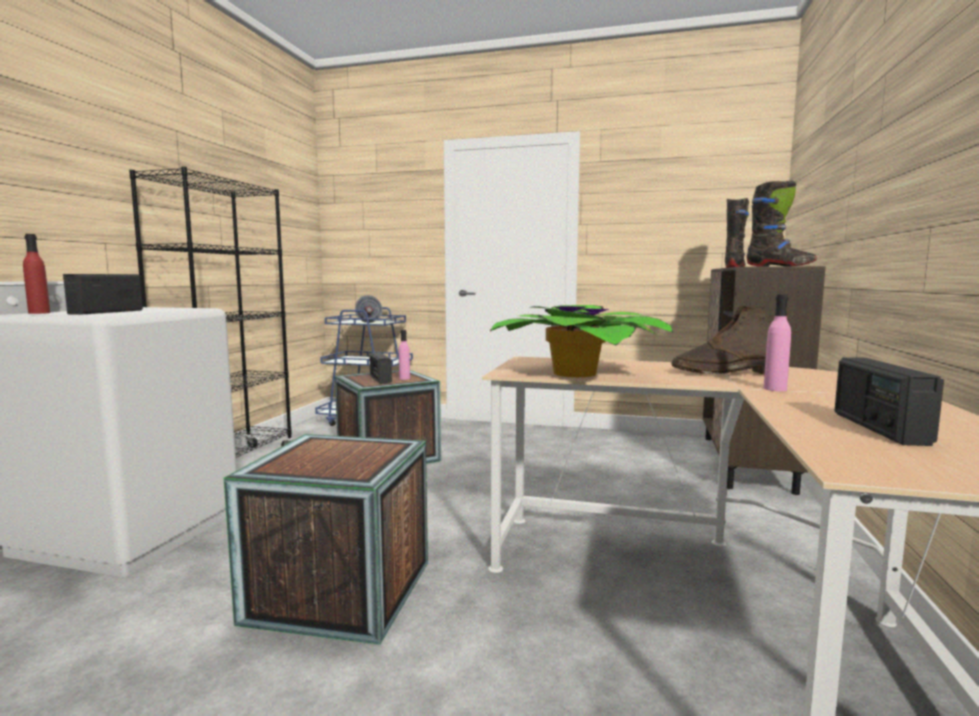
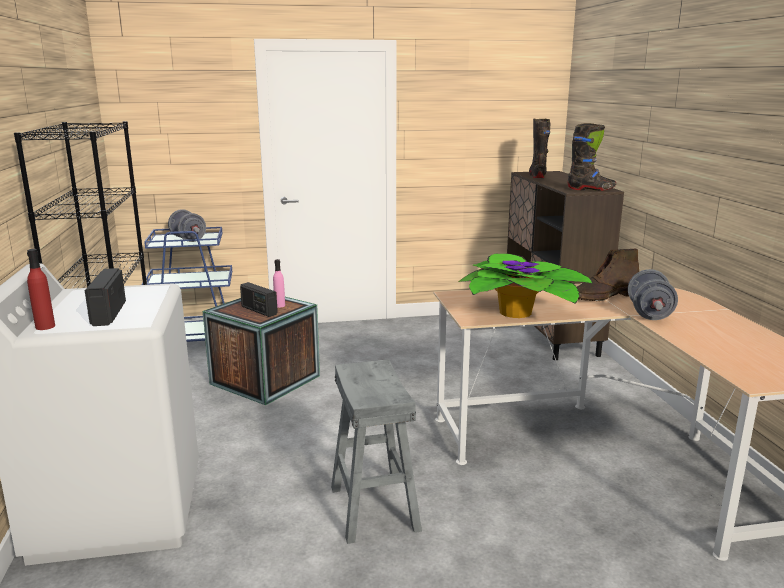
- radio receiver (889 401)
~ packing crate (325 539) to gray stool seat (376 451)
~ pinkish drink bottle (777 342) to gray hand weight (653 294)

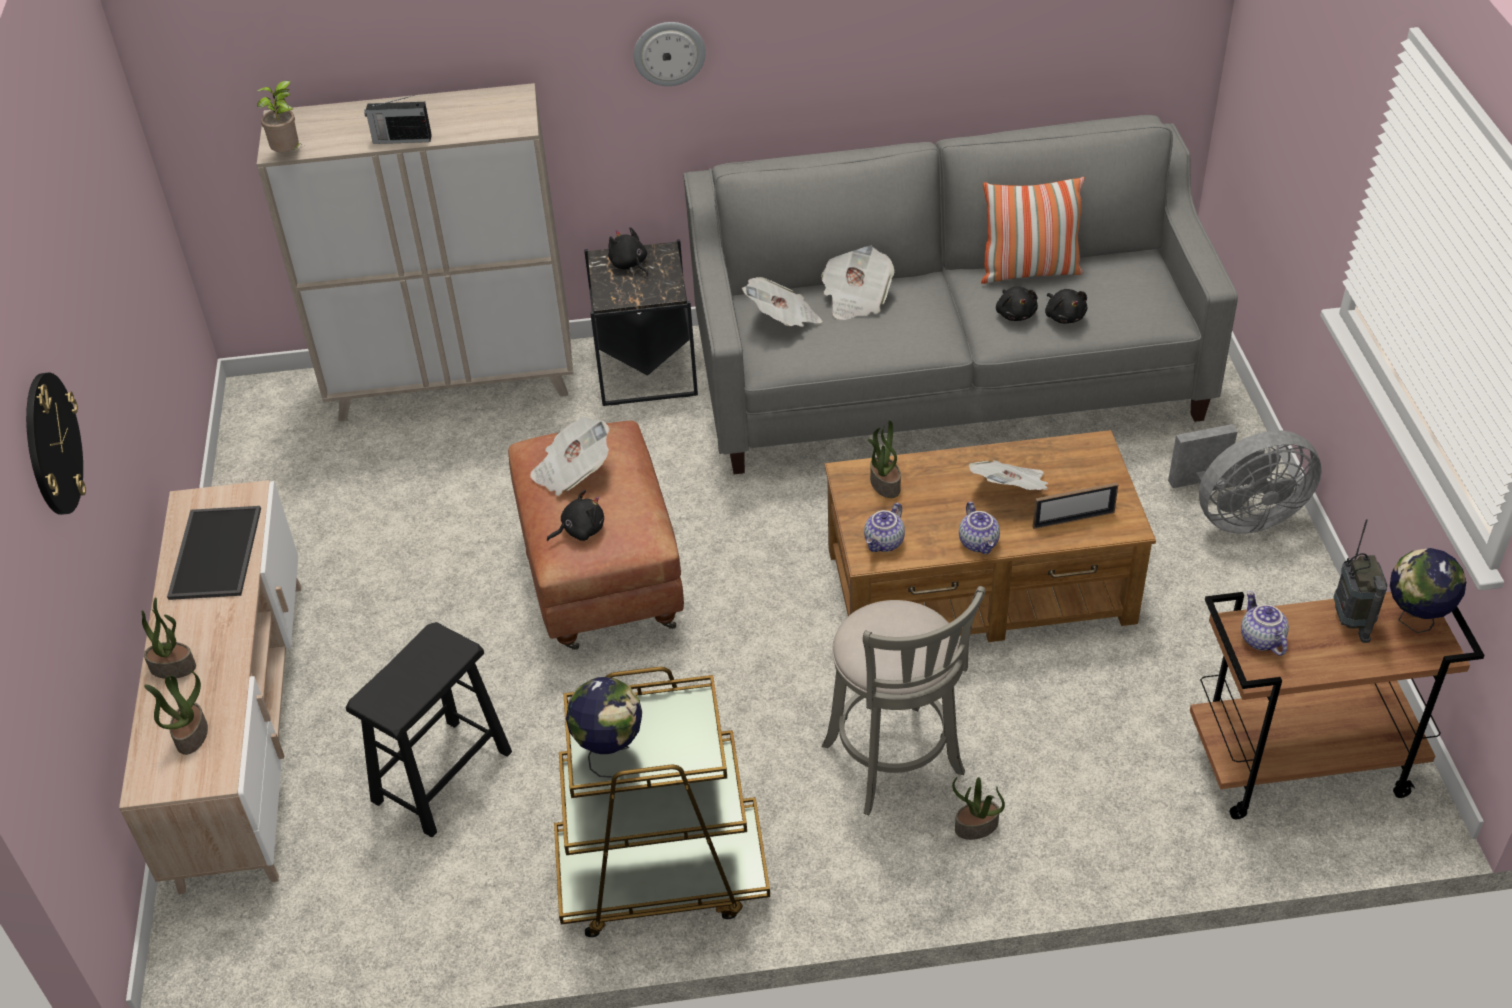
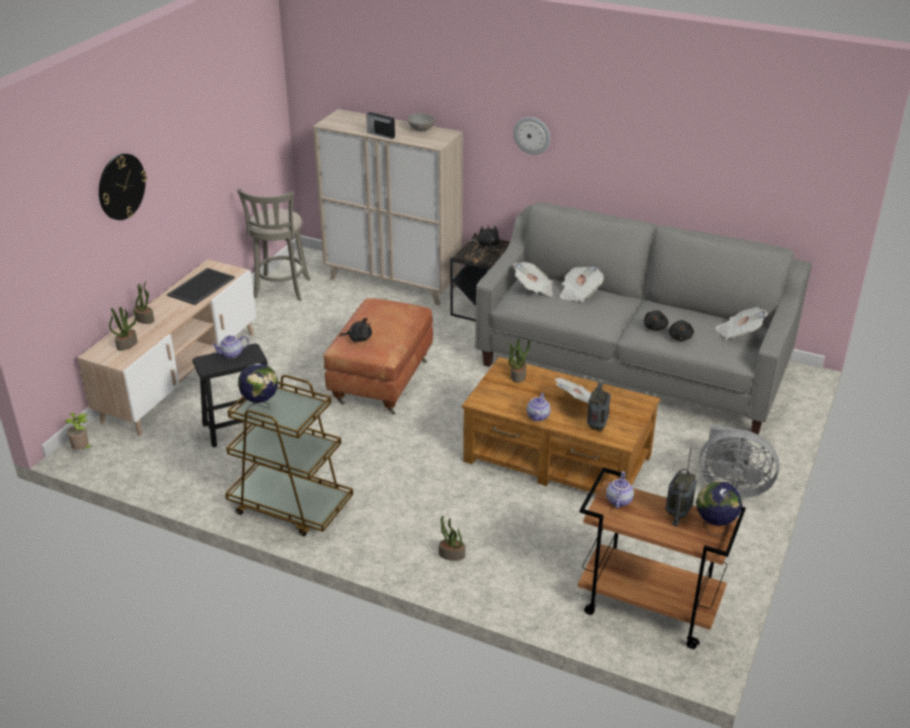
- throw pillow (1033 230)
+ gray deep dish (421 122)
~ potted plant (278 116) to (79 431)
~ daily paper (570 456) to (741 323)
~ gray stool seat (903 700) to (274 244)
~ teapot (884 527) to (230 347)
~ picture frame (1075 506) to radio receiver (599 406)

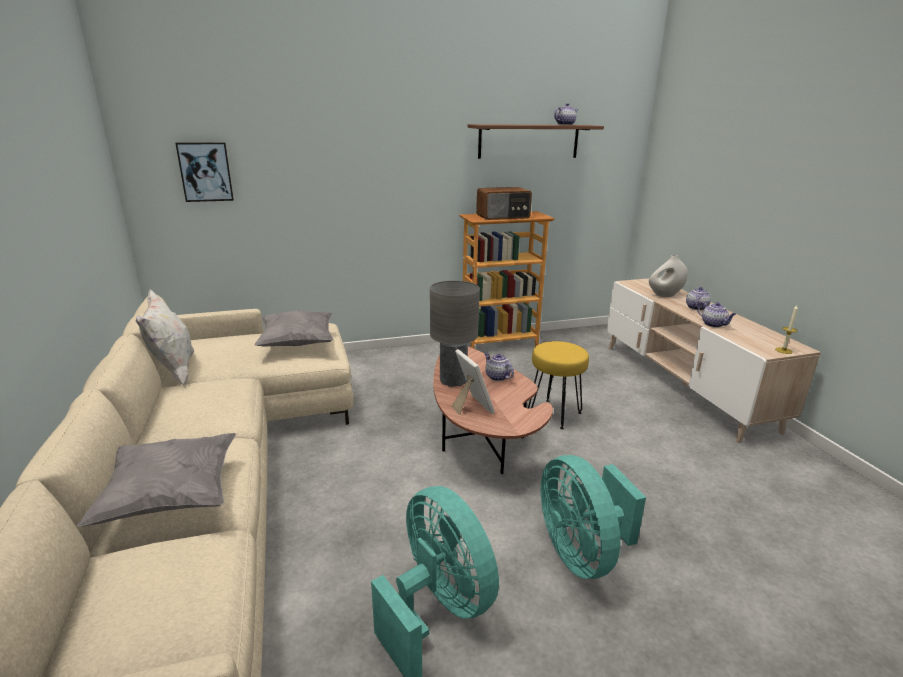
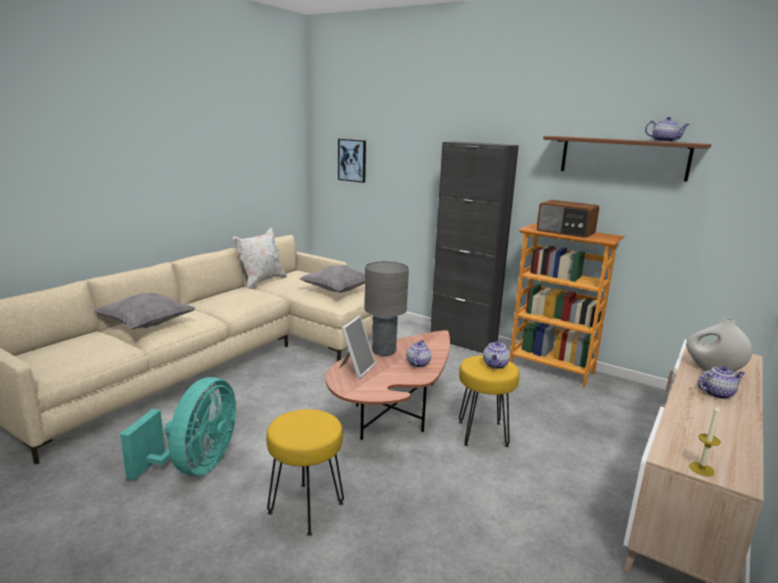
+ black-coloured cabinet (474 247)
~ teapot (717 314) to (496 354)
~ turquoise fan (593 517) to yellow stool seat (305 472)

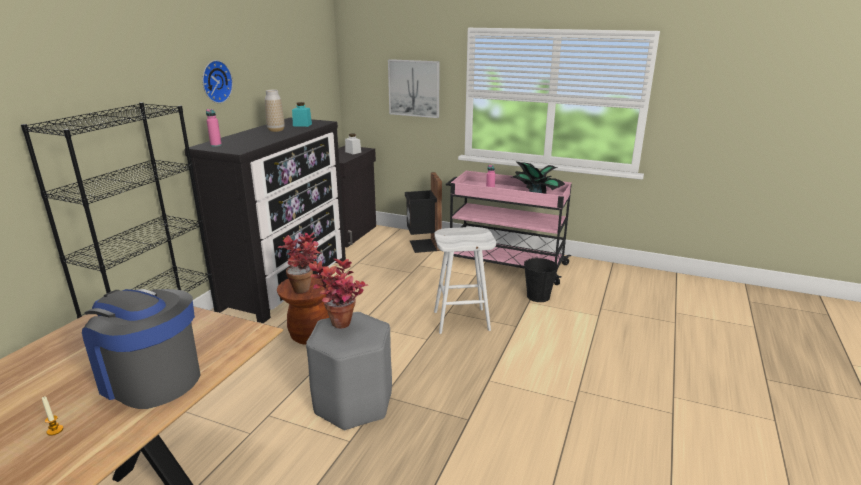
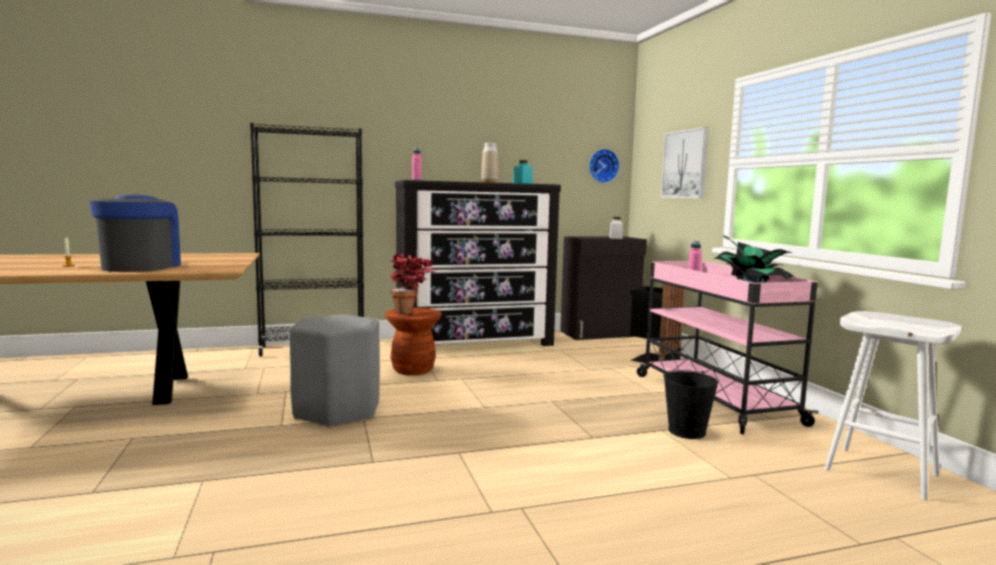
- potted plant (338 293)
~ clock on the wall (217 81) to (604 166)
~ whitish stool seat (465 280) to (893 405)

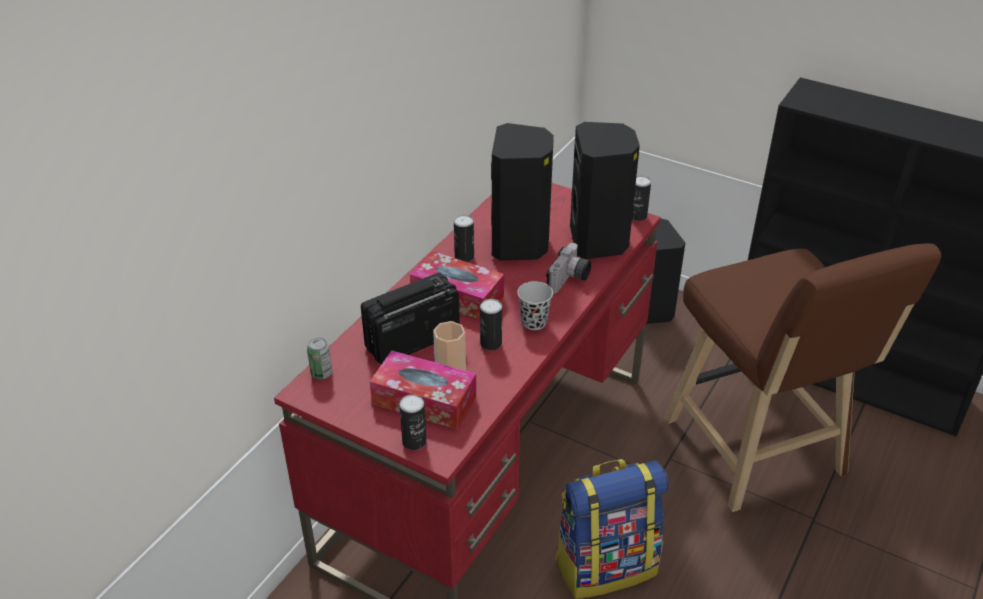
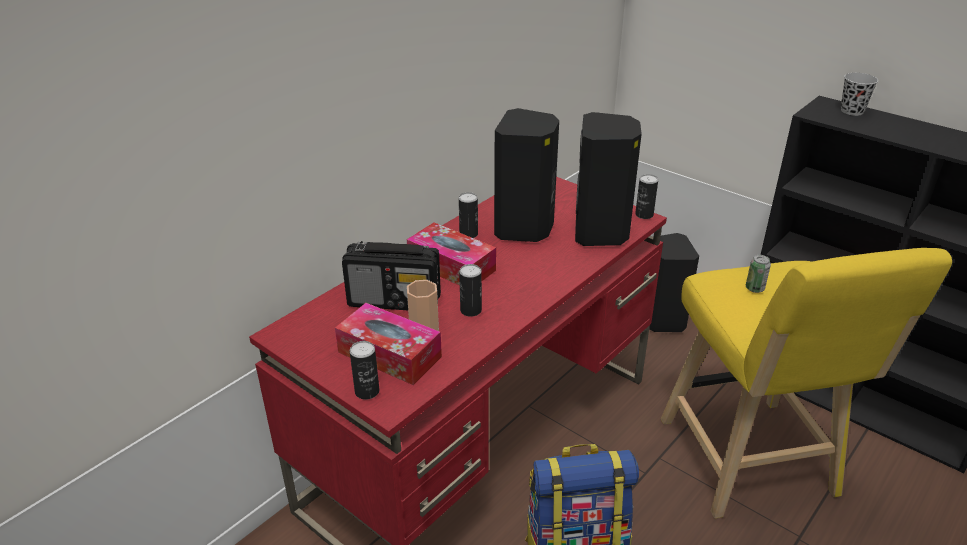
- still camera (568 268)
~ can (319 358) to (758 274)
~ black-coloured cup (535 305) to (859 94)
~ brown stool seat (803 377) to yellow stool seat (806 383)
~ radio receiver (410 318) = (391 275) 150 degrees counterclockwise

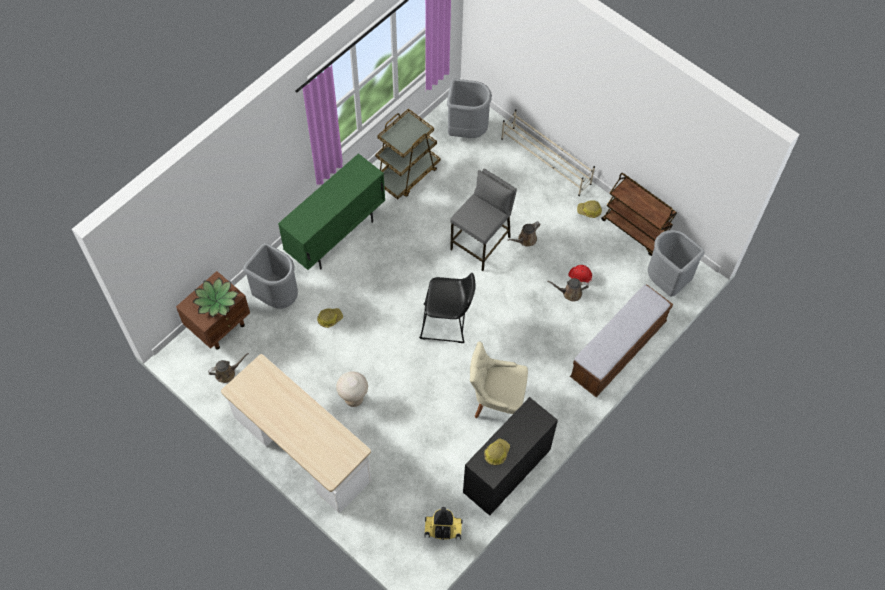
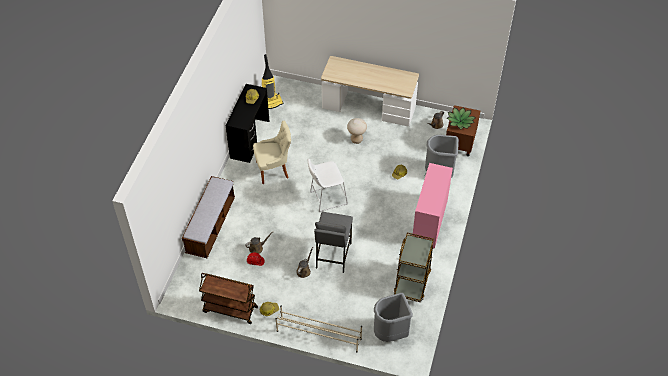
- gray rubbish bin (676 263)
~ greenish cabinet (331 211) to pinkish desk unit (433 205)
~ black-coloured stool seat (447 308) to whitish stool seat (328 185)

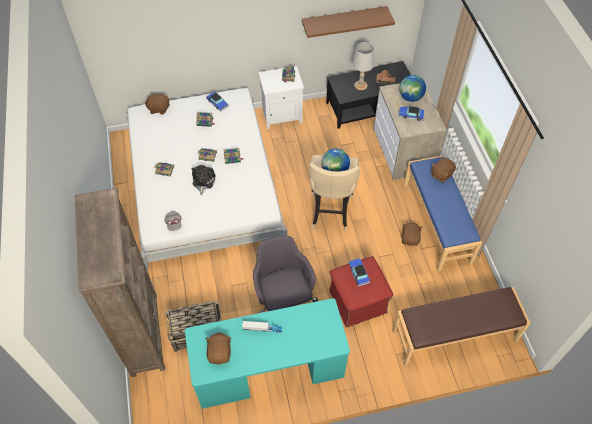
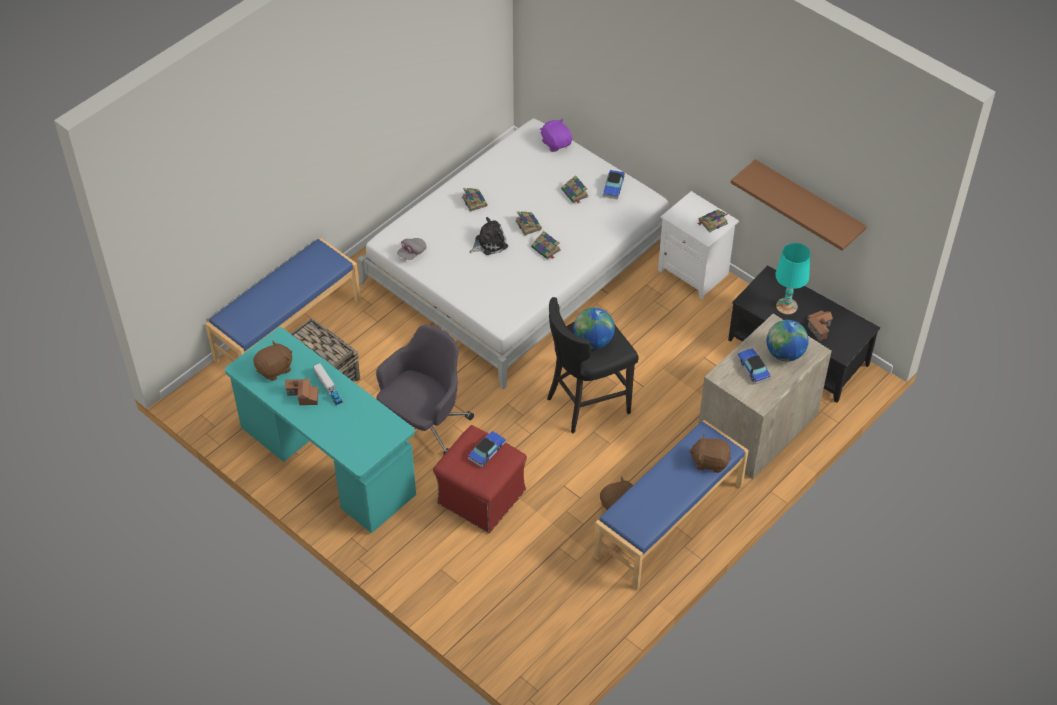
- brown long seat (461 327)
+ toy house (301 392)
~ brown bookcase (120 282) to blue long seat (283 300)
~ brown cuddly toy (157 104) to purplish cuddly toy (556 135)
~ beige stool seat (334 193) to black-coloured stool seat (593 365)
~ whitish table lamp (363 66) to turquoise table lamp (792 279)

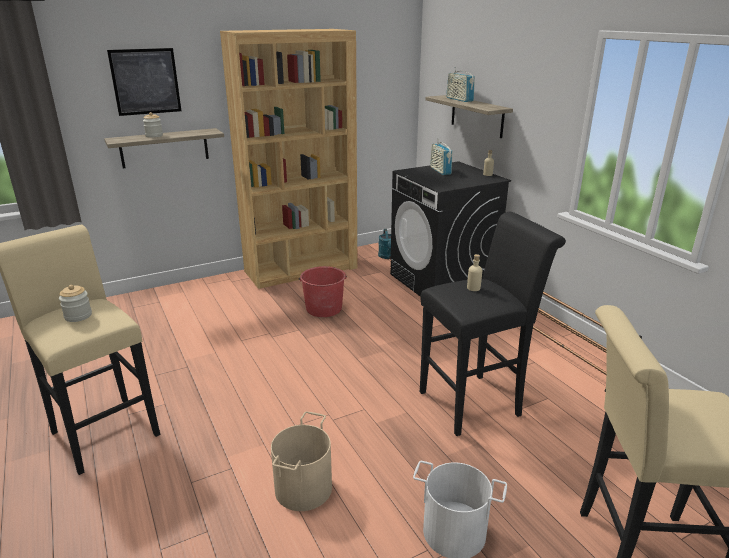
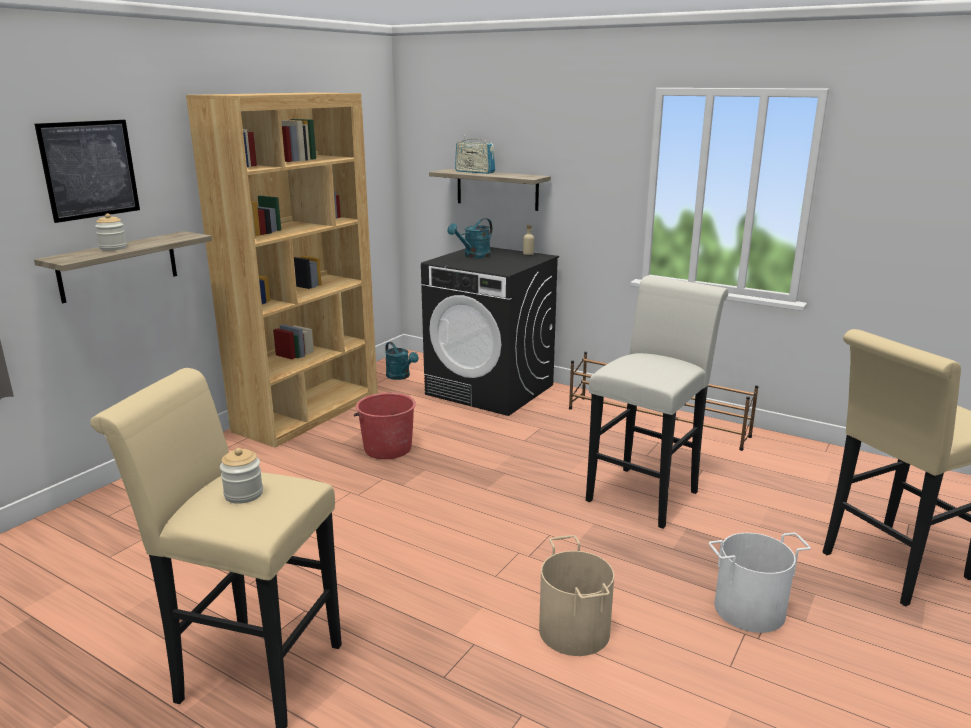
- beige drink bottle (474 272)
~ radio receiver (441 158) to turquoise watering can (470 238)
~ black-coloured stool seat (493 324) to whitish stool seat (657 402)

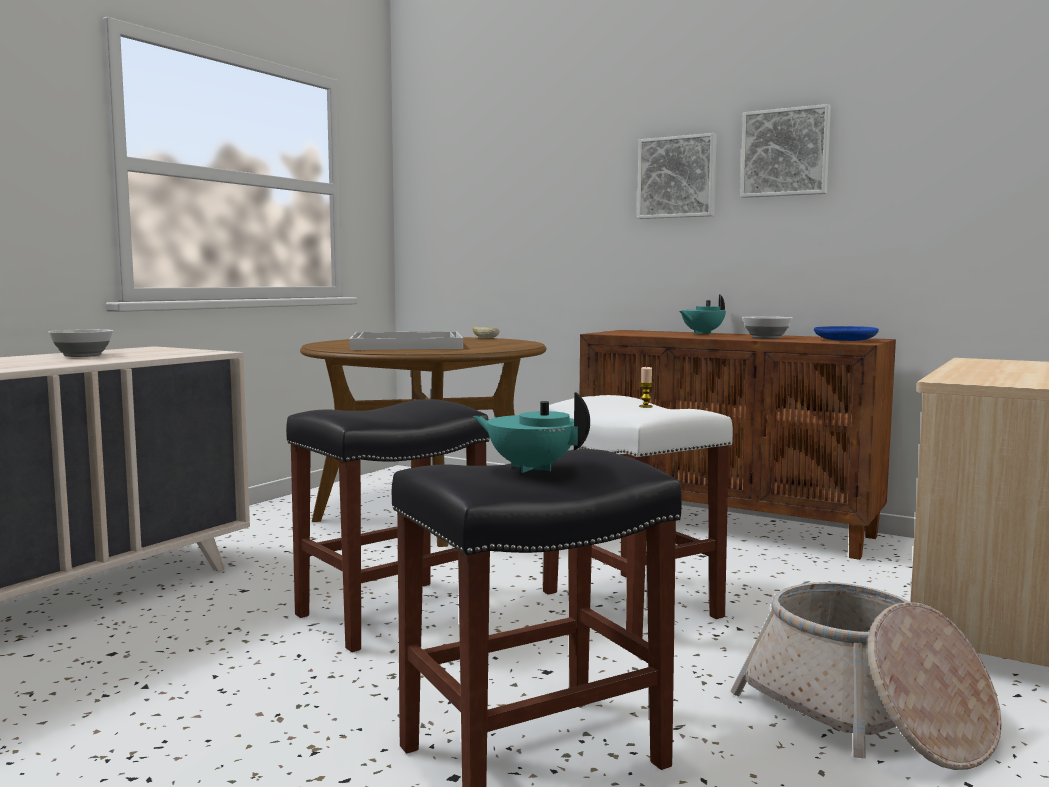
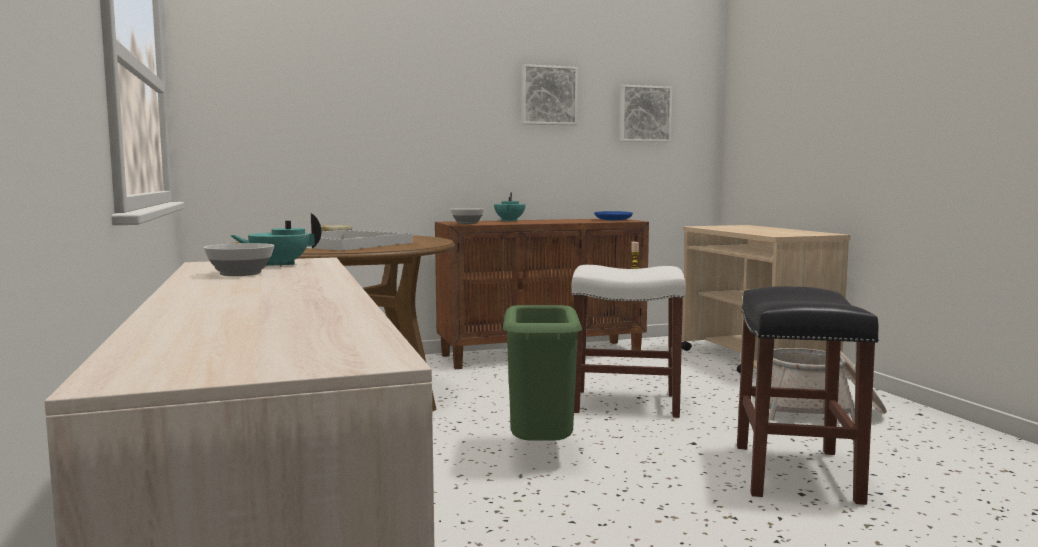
~ turquoise teapot (531 432) to (275 240)
~ wall picture (677 176) to (645 113)
~ deep dish (767 327) to (467 216)
~ black-coloured stool seat (388 525) to greenish rubbish bin (542 373)

